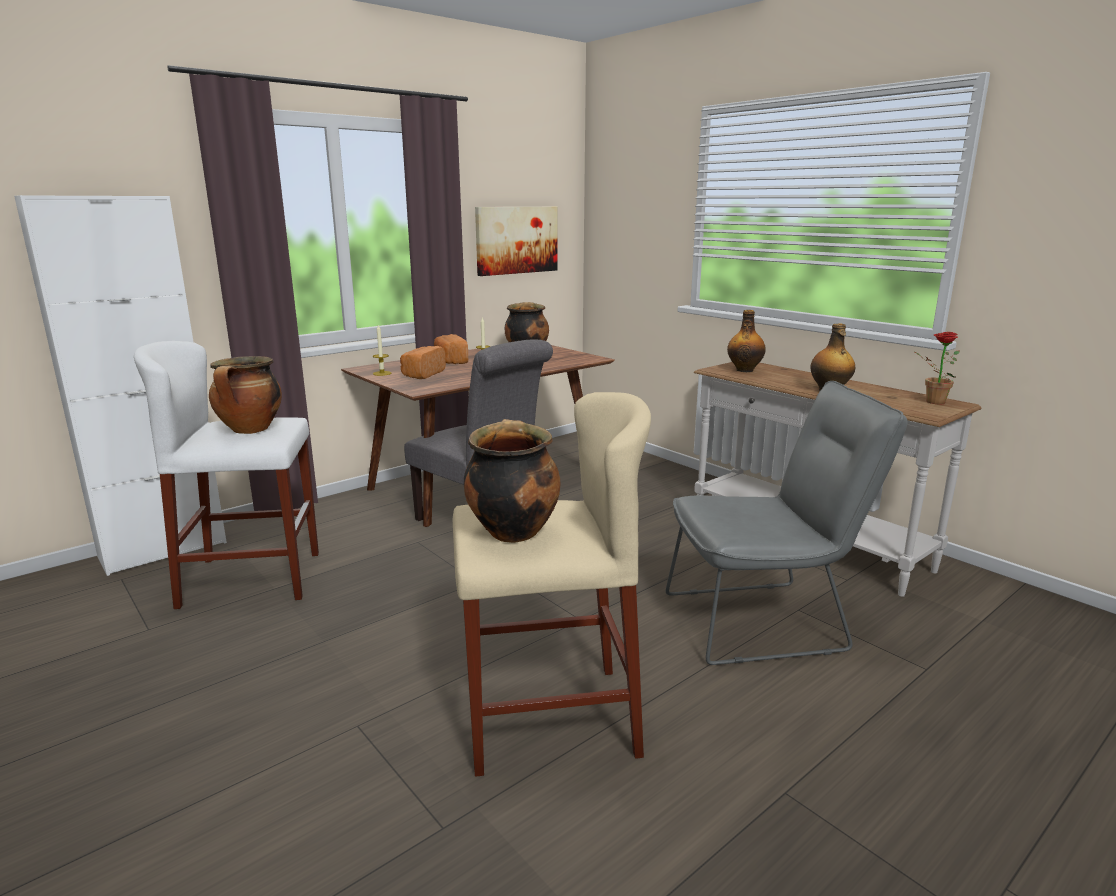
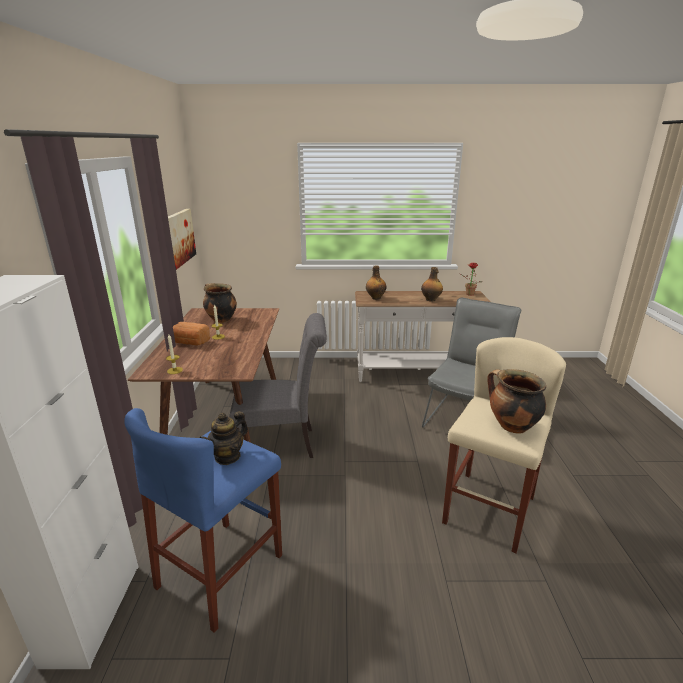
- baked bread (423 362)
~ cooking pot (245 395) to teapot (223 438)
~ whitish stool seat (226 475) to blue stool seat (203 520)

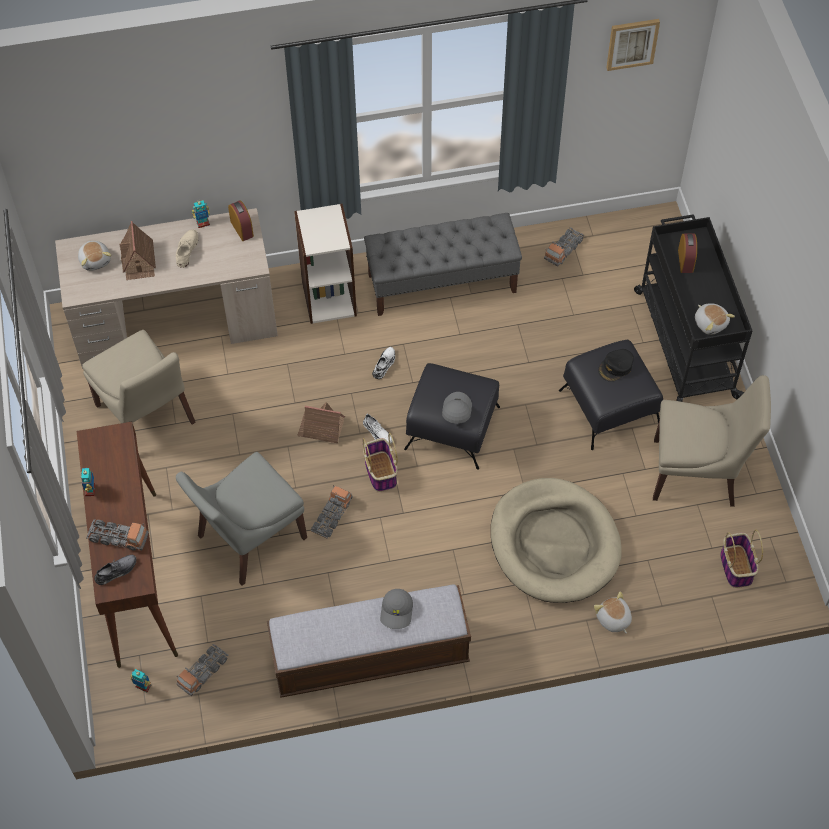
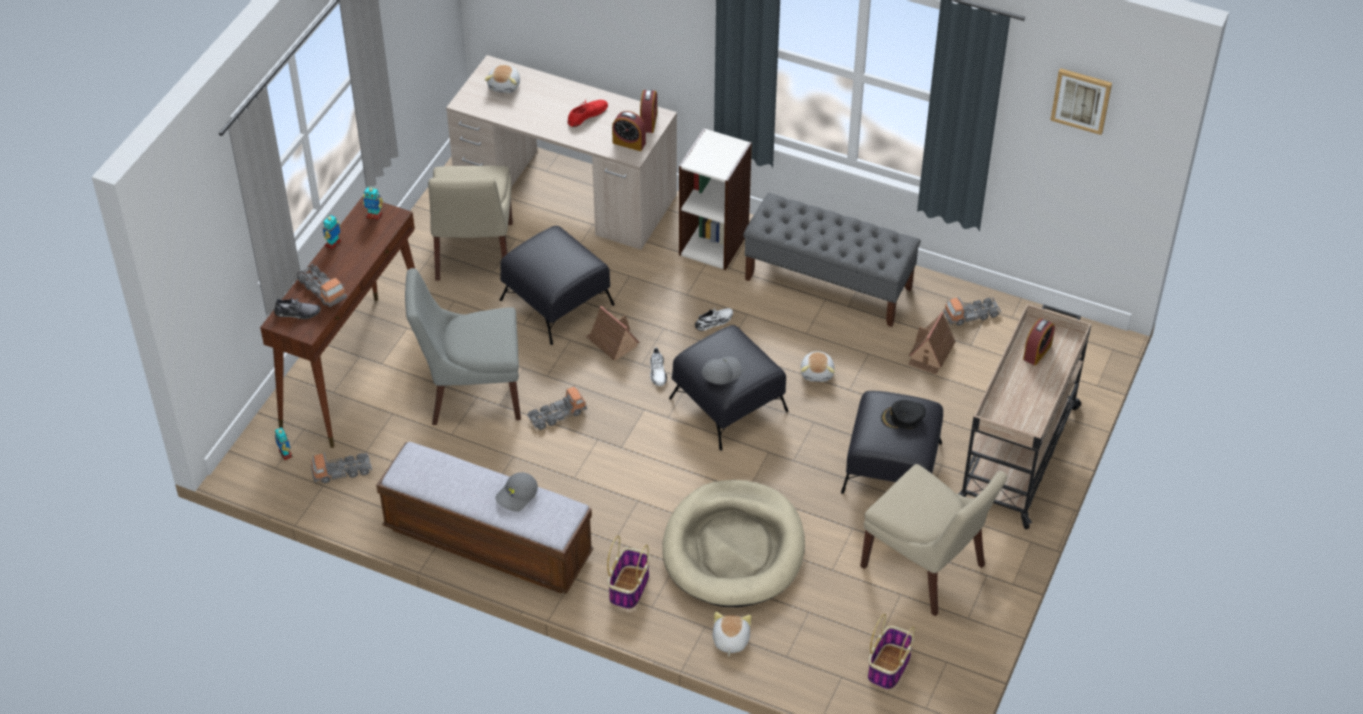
+ black-coloured ottoman (557 285)
+ alarm clock (629 131)
~ toy house (137 250) to (932 343)
~ toy robot (201 214) to (373 202)
~ basket (380 462) to (628 573)
~ cuddly toy (715 319) to (818 366)
~ beige item of footwear (187 248) to red-coloured item of footwear (587 113)
~ black-coloured cart (693 308) to beige cart (1024 416)

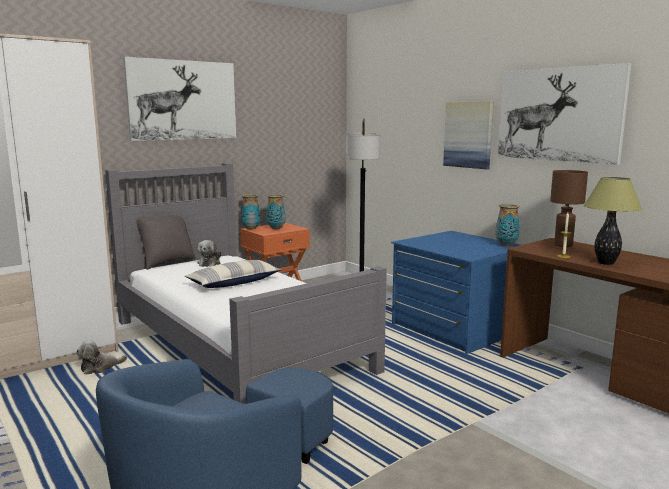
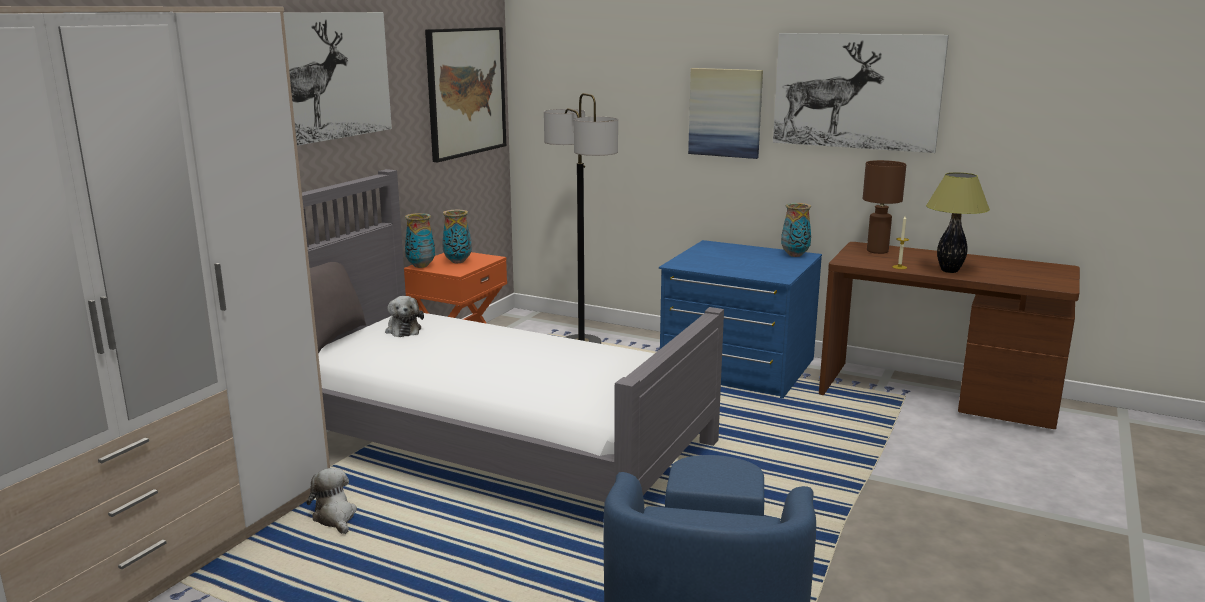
- throw pillow (233 274)
+ wall picture (465 94)
~ cuddly toy (101 357) = (332 501) 120 degrees clockwise

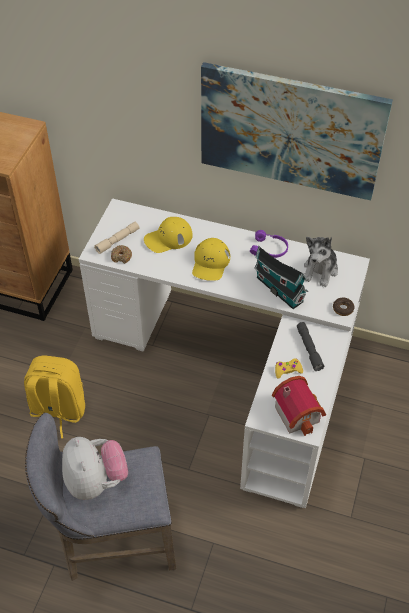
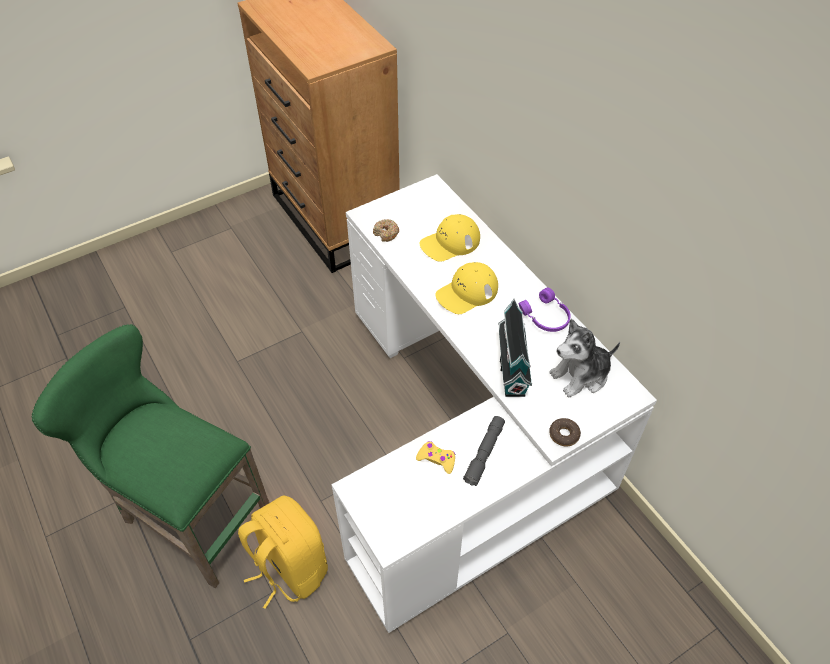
- cuddly toy (95 468)
- beige hand torch (116 238)
- wall picture (297 131)
- toy house (299 406)
~ yellow backpack (54 397) to (283 552)
~ gray stool seat (100 497) to greenish stool seat (150 456)
~ yellow cap (168 235) = (450 238) 45 degrees counterclockwise

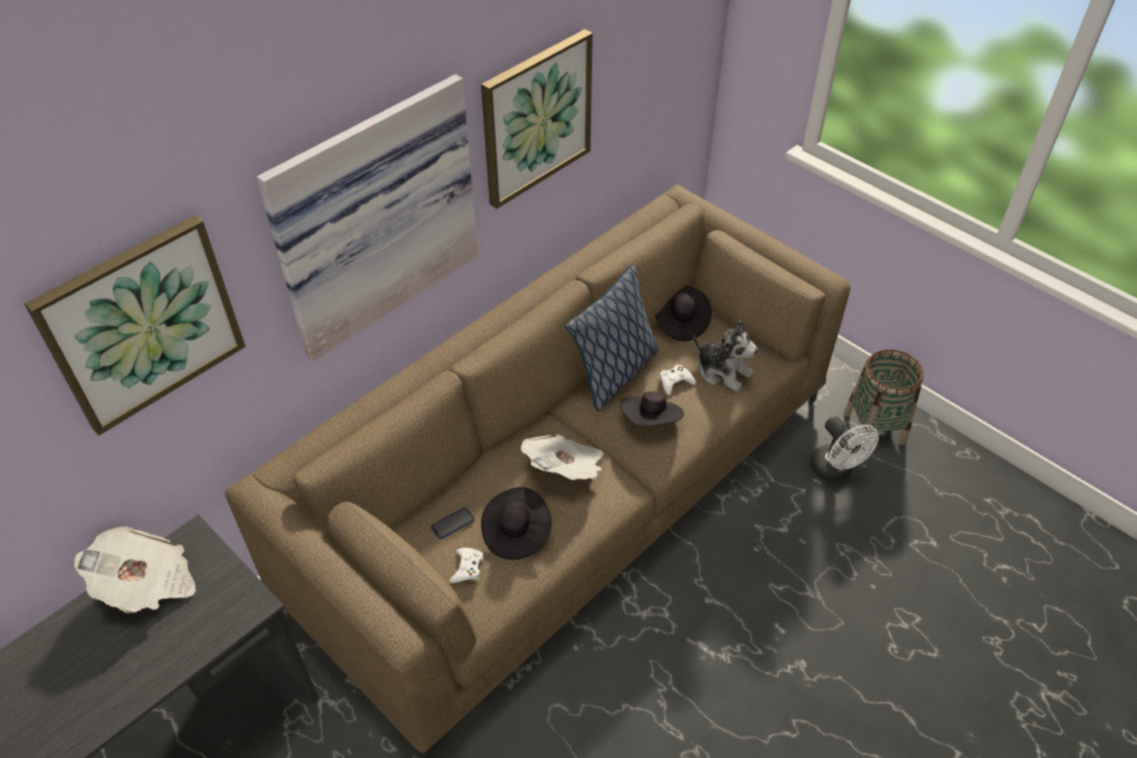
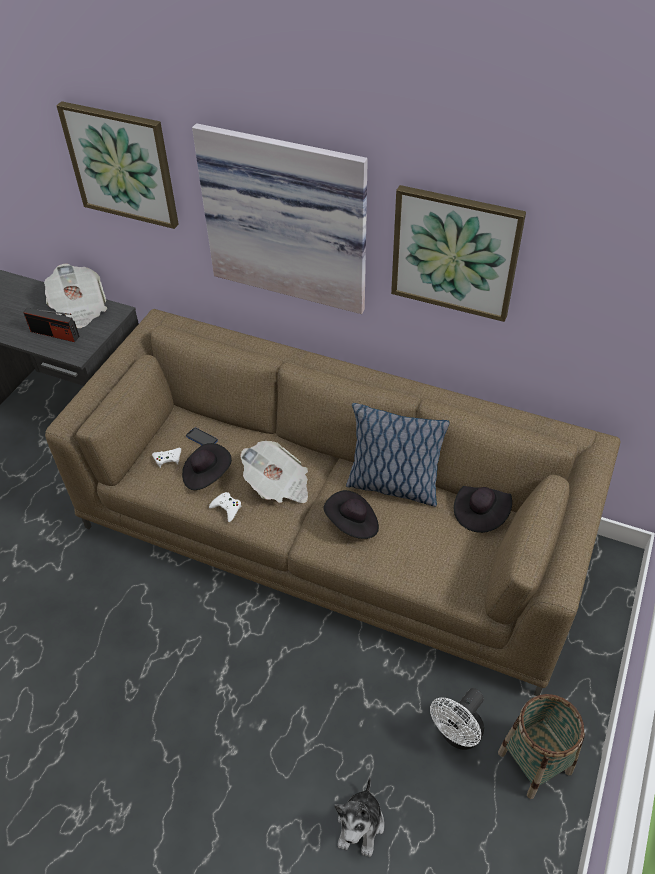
+ radio receiver (51 325)
~ whitish joypad (678 380) to (225 507)
~ cuddly toy (725 356) to (359 817)

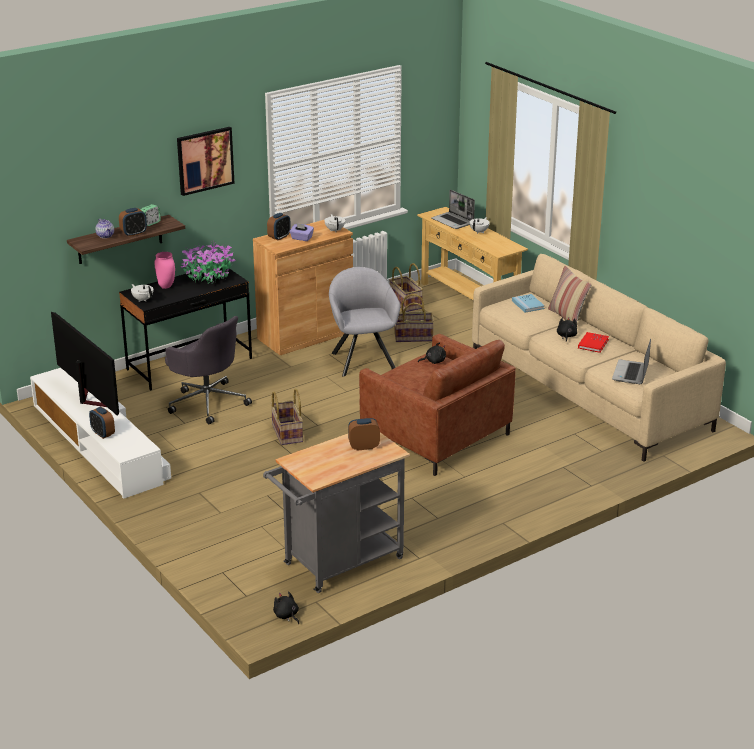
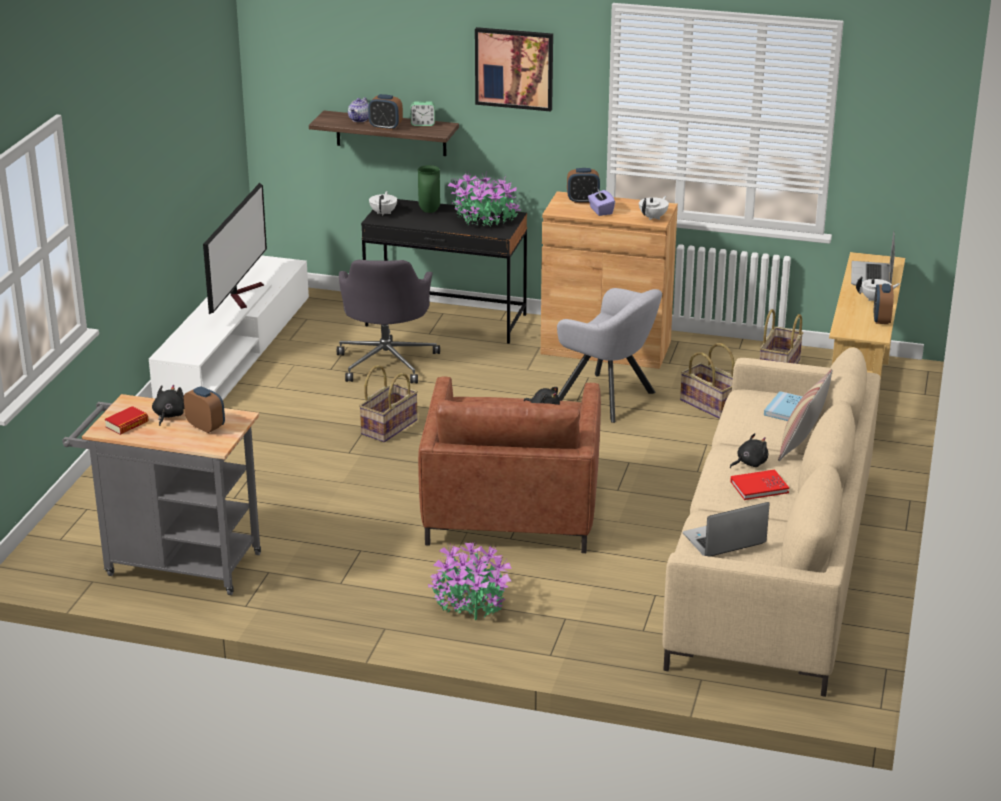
+ bound book (127 420)
+ potted plant (470 579)
~ alarm clock (102 423) to (884 304)
~ black-coloured cuddly toy (286 607) to (168 405)
~ pinkish vase (165 270) to greenish vase (429 189)
~ gray armchair (364 322) = (609 355) 90 degrees clockwise

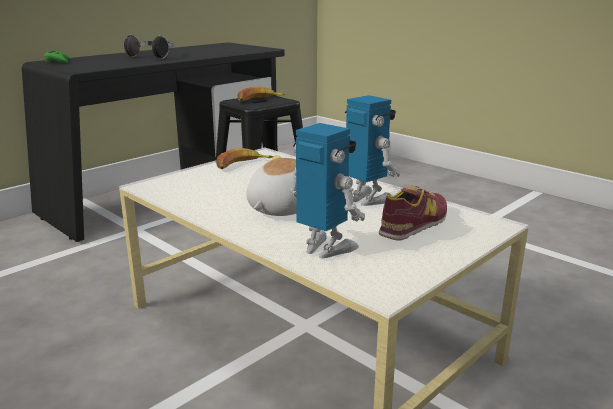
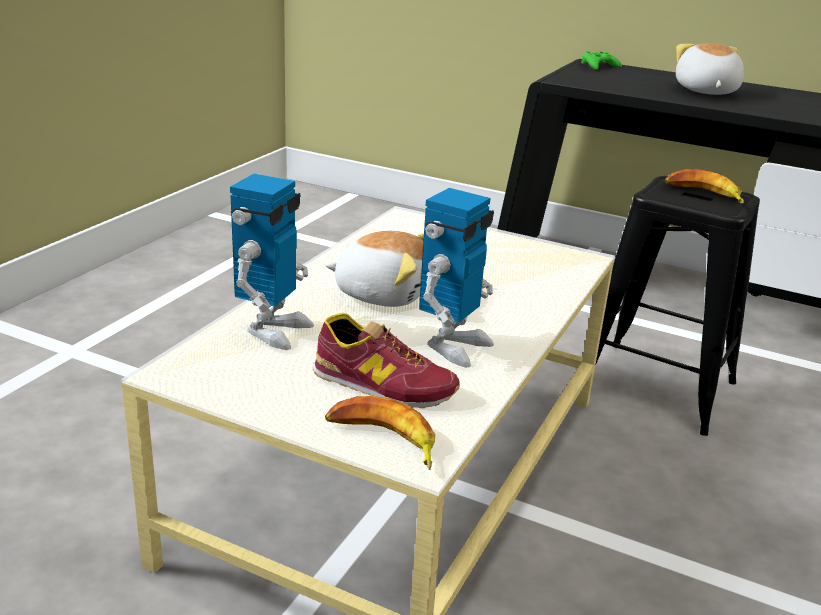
~ banana (244 158) to (380 433)
~ headphones (148 46) to cuddly toy (710 69)

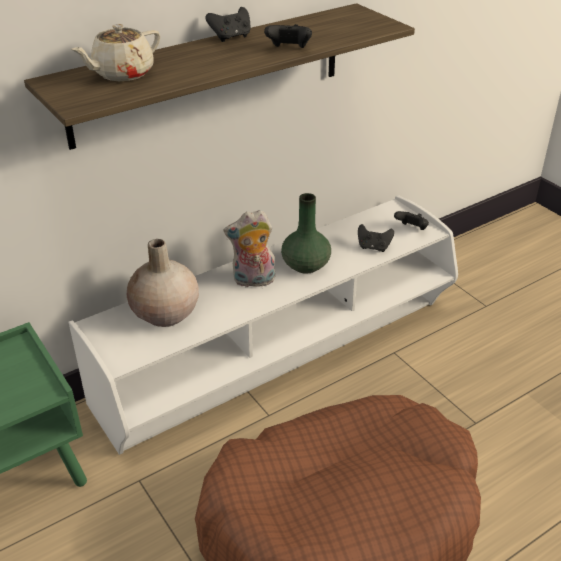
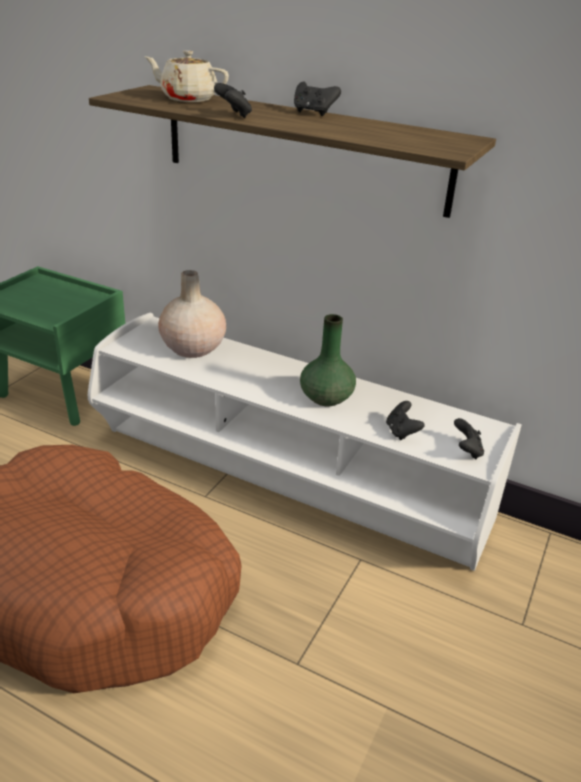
- cuddly toy (249 248)
~ black-coloured joypad (288 36) to (233 100)

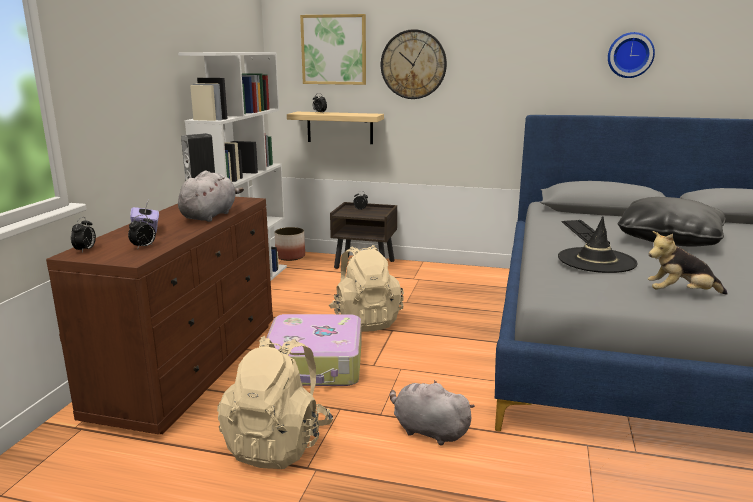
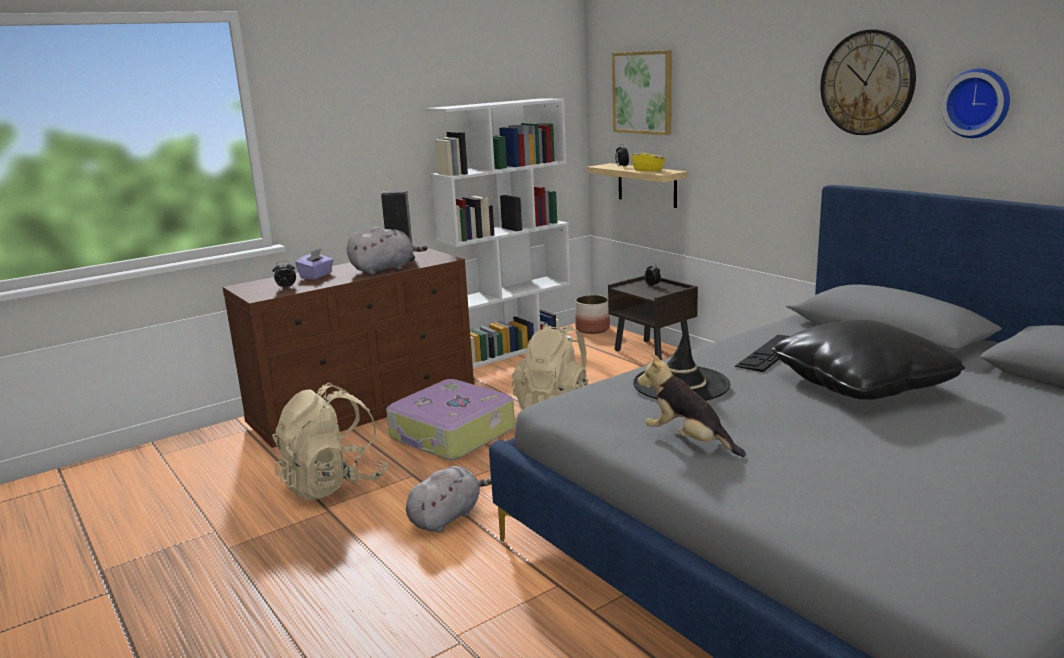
- alarm clock (83 235)
+ yellow tissue holder (648 159)
~ clock on the wall (414 64) to (868 82)
~ gray cuddly toy (432 412) = (449 499) 60 degrees clockwise

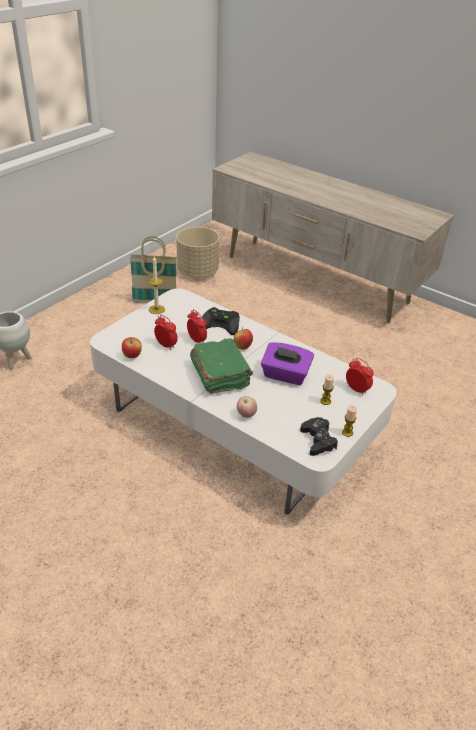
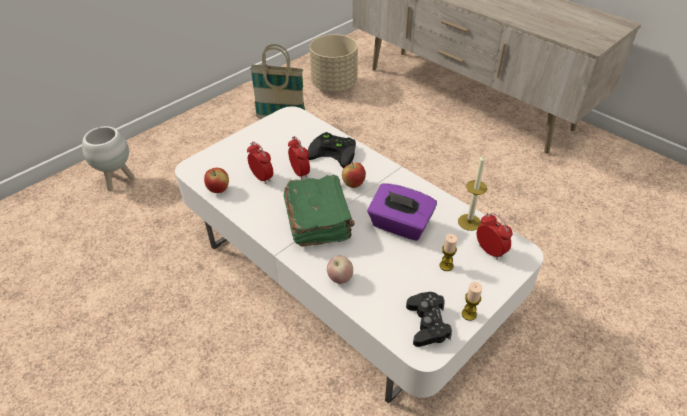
~ candle (156 285) to (472 192)

